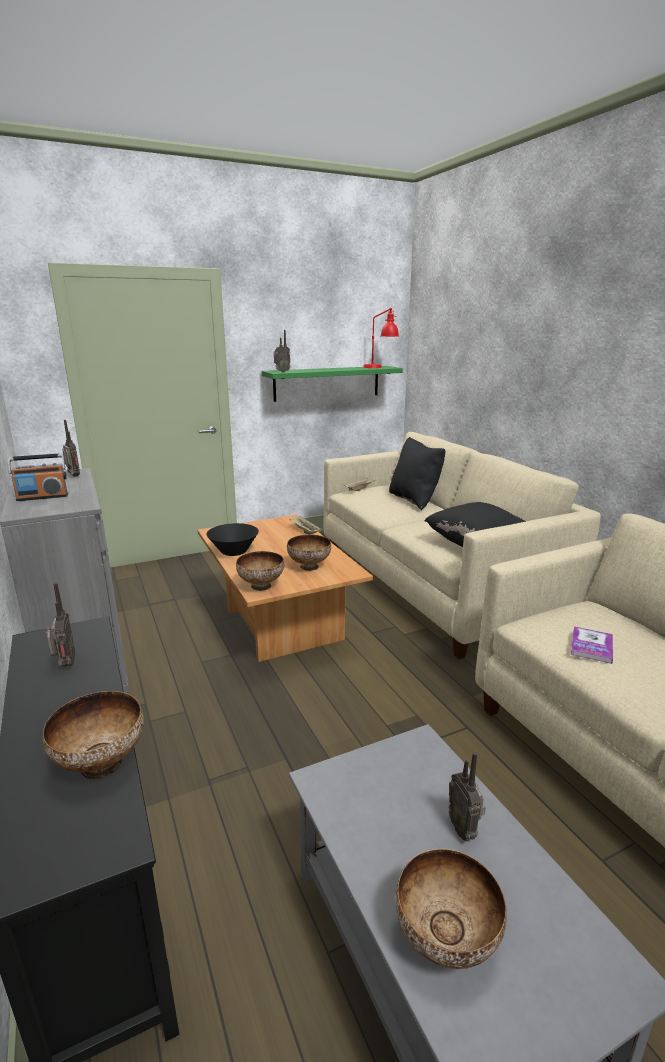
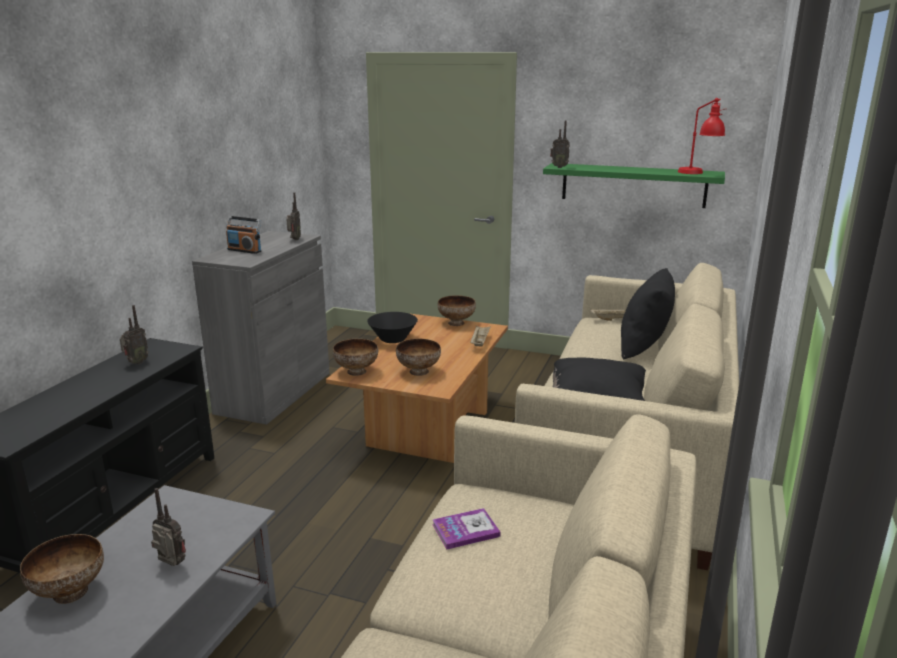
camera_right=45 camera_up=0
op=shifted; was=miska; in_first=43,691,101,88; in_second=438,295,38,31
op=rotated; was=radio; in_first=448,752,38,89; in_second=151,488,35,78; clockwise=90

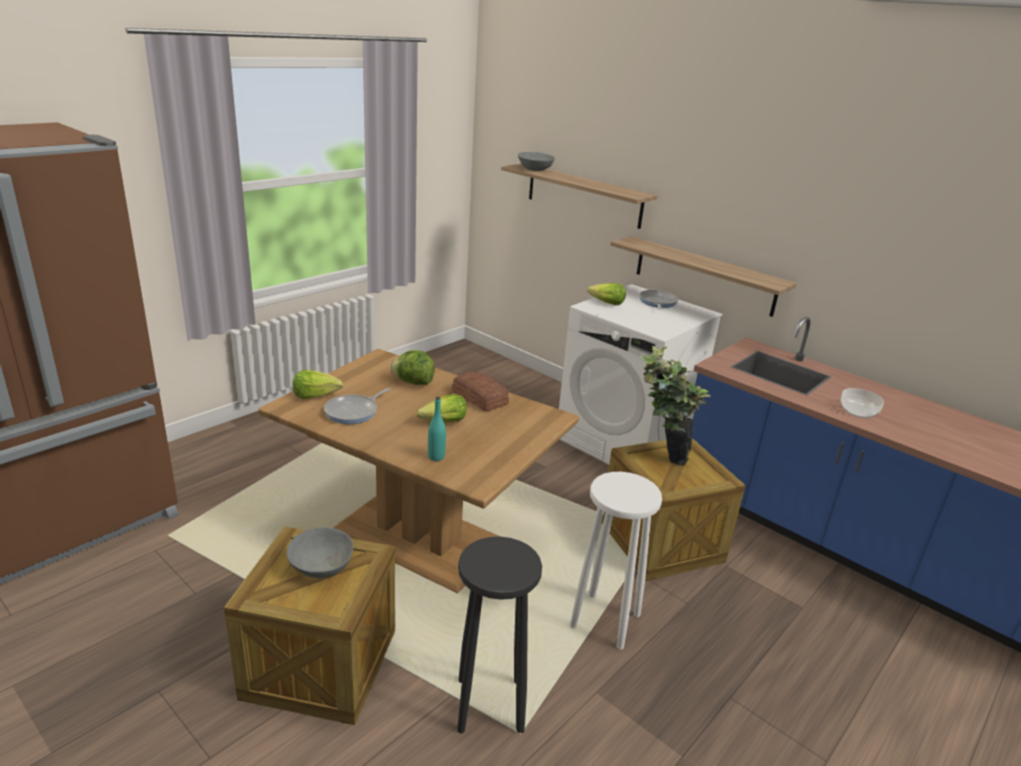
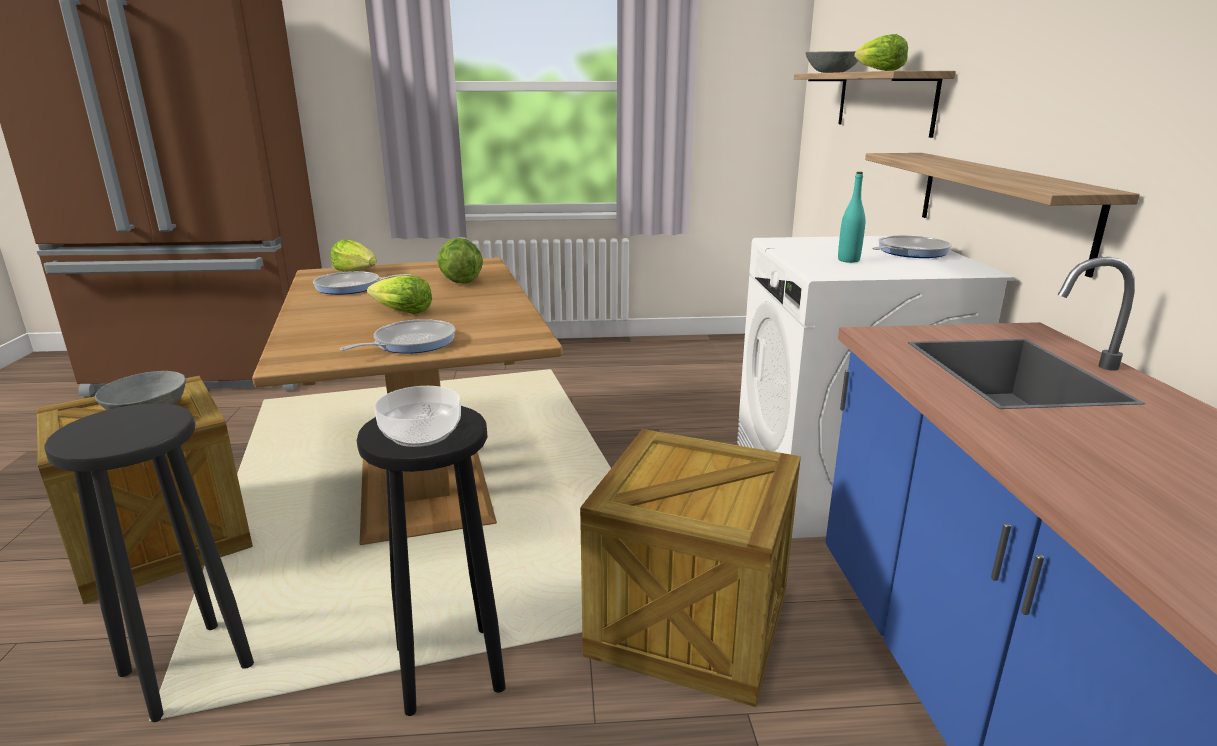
camera_right=45 camera_up=-5
op=gone; was=chleb; in_first=452,371,57,41
op=gone; was=roślina doniczkowa; in_first=641,346,70,120
op=new; now=patelnia; in_second=340,319,115,35
op=shifted; was=butelka (turkusowy); in_first=428,397,18,64; in_second=838,172,27,91
op=shifted; was=sałata; in_first=587,283,39,22; in_second=854,34,54,37
op=shifted; was=miska; in_first=840,388,44,30; in_second=374,386,87,61
op=repainted; was=stołek (biały); now=stołek (czarny); in_first=570,472,92,178; in_second=357,406,149,310

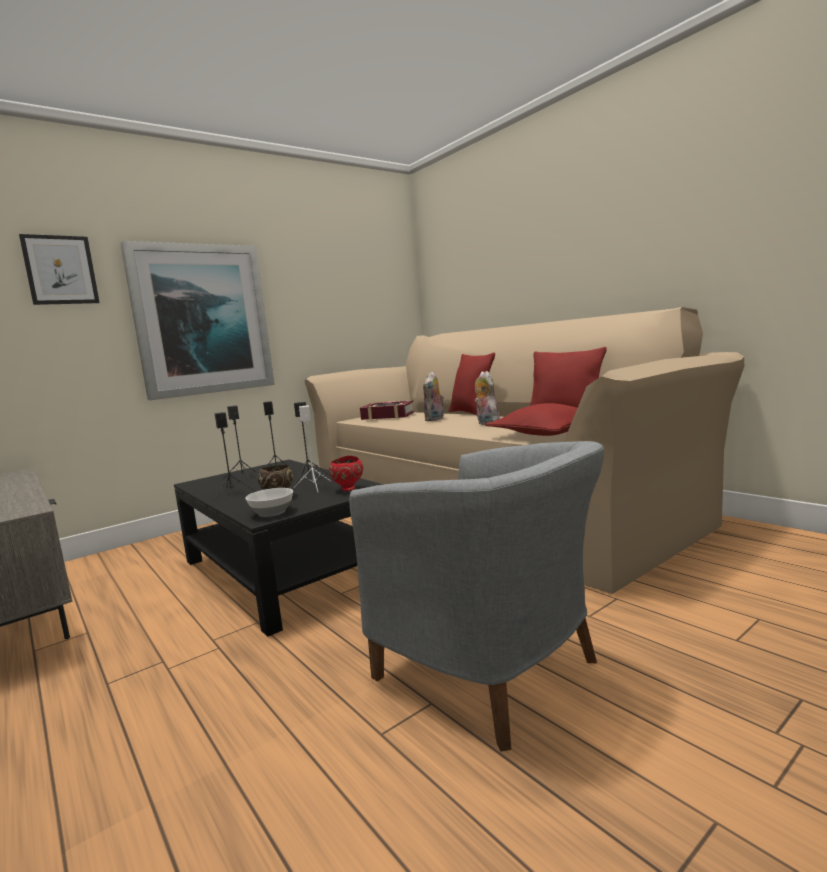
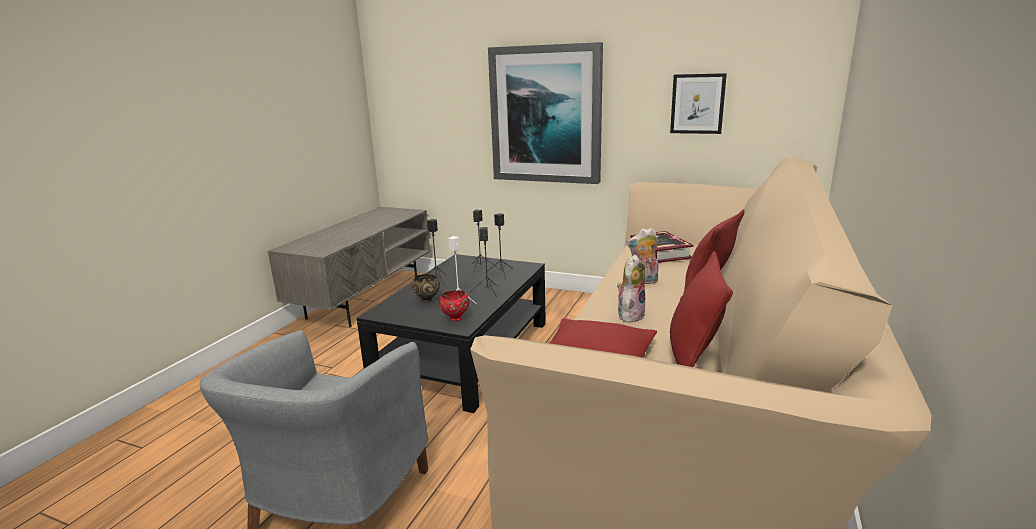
camera_right=60 camera_up=10
op=gone; was=miska; in_first=245,488,48,29
op=shifted; was=obraz; in_first=19,234,81,71; in_second=670,73,57,61

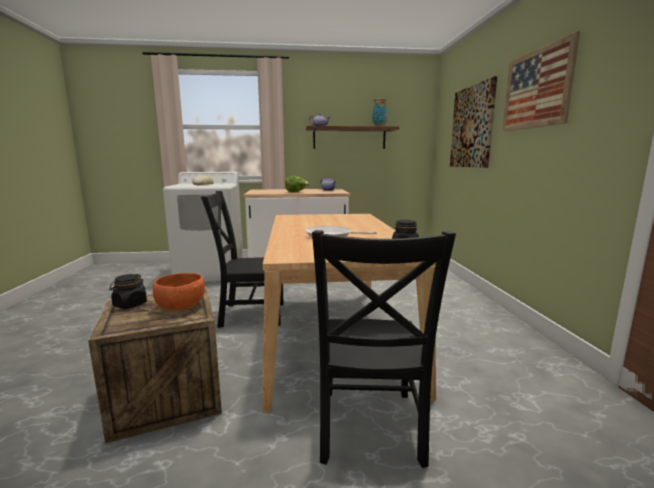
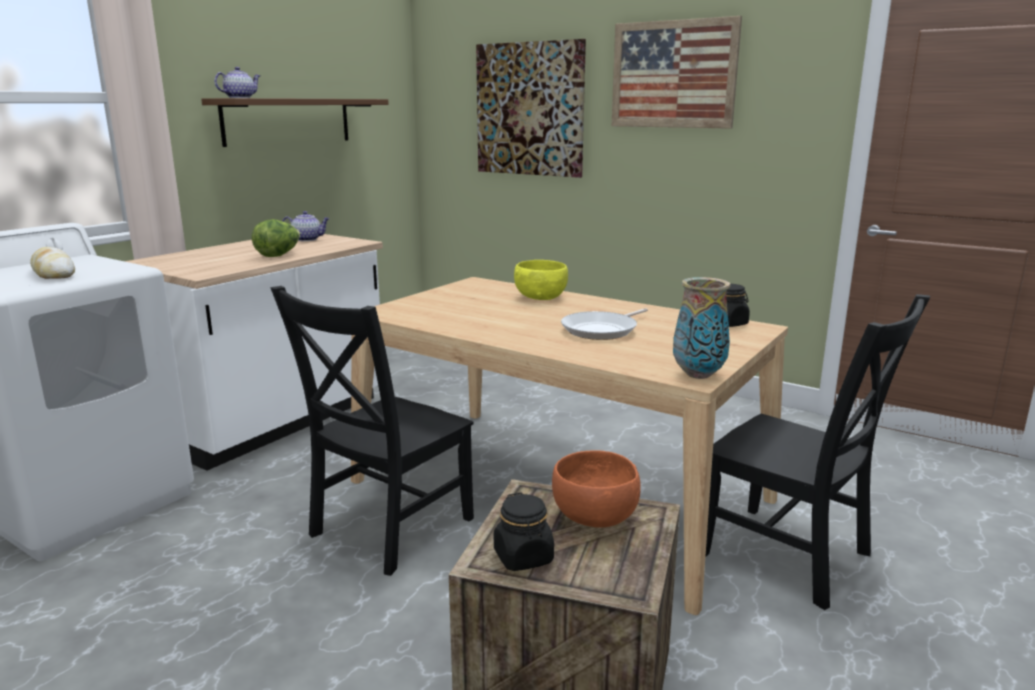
camera_right=-50 camera_up=5
op=new; now=miska (żółty); in_second=514,260,54,40
op=shifted; was=wazon; in_first=372,98,15,28; in_second=673,277,58,102

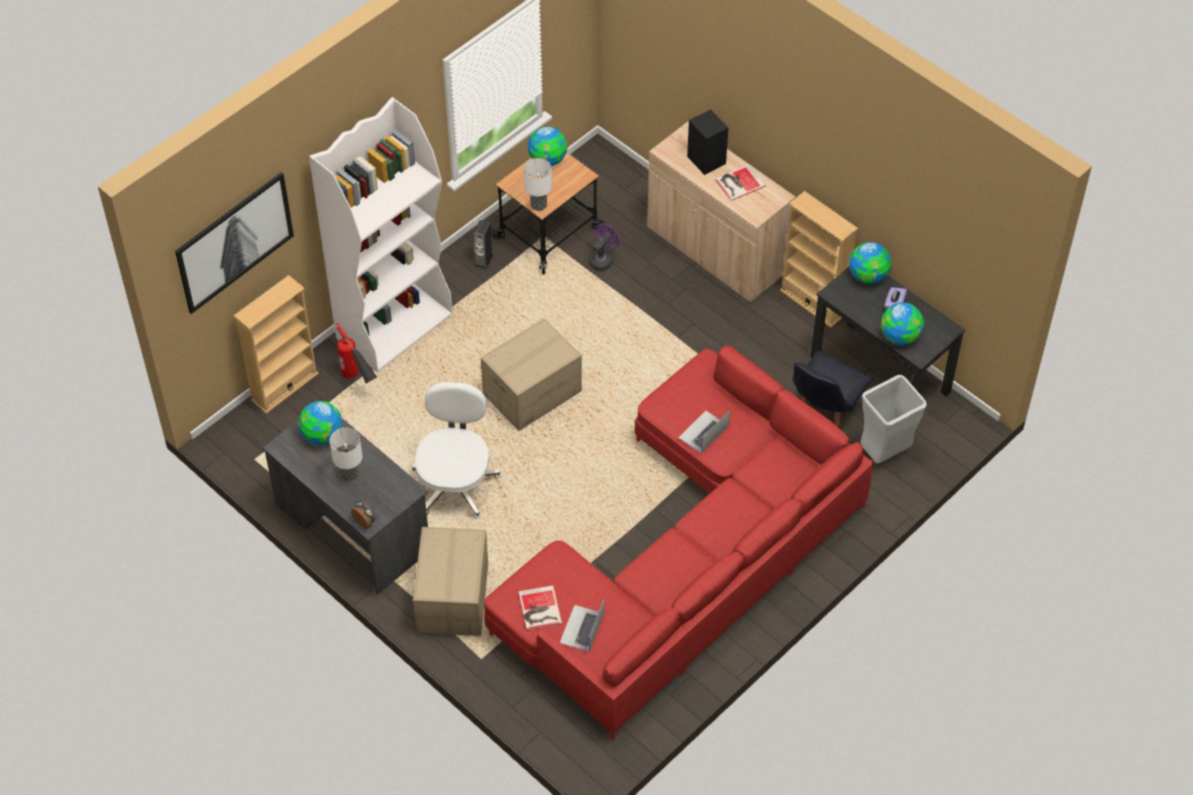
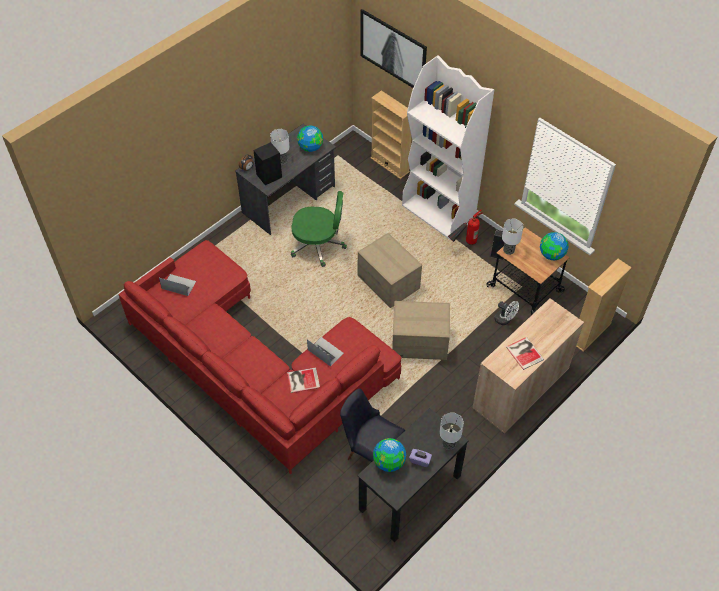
camera_right=90 camera_up=0
op=gone; was=kosz na śmieci (szary); in_first=860,375,67,88
op=shifted; was=gaśnica; in_first=336,323,41,61; in_second=448,209,35,36
op=shifted; was=karton; in_first=413,527,75,109; in_second=392,301,58,59
op=shifted; was=książka; in_first=519,585,43,45; in_second=287,368,33,25
op=shifted; was=głośnik (czarny); in_first=687,109,41,66; in_second=253,142,29,43
op=shifted; was=regał (beżowy); in_first=780,191,78,136; in_second=576,259,56,92
op=swapped; was=globus; now=lampa stołowa; in_first=849,242,42,42; in_second=439,413,25,37
op=repainted; was=krzesło biurowe (biały); now=krzesło biurowe (zielony); in_first=411,382,90,137; in_second=291,191,56,76
op=repainted; was=wentylator (fioletowy); now=wentylator (biały); in_first=589,223,32,48; in_second=494,301,25,24

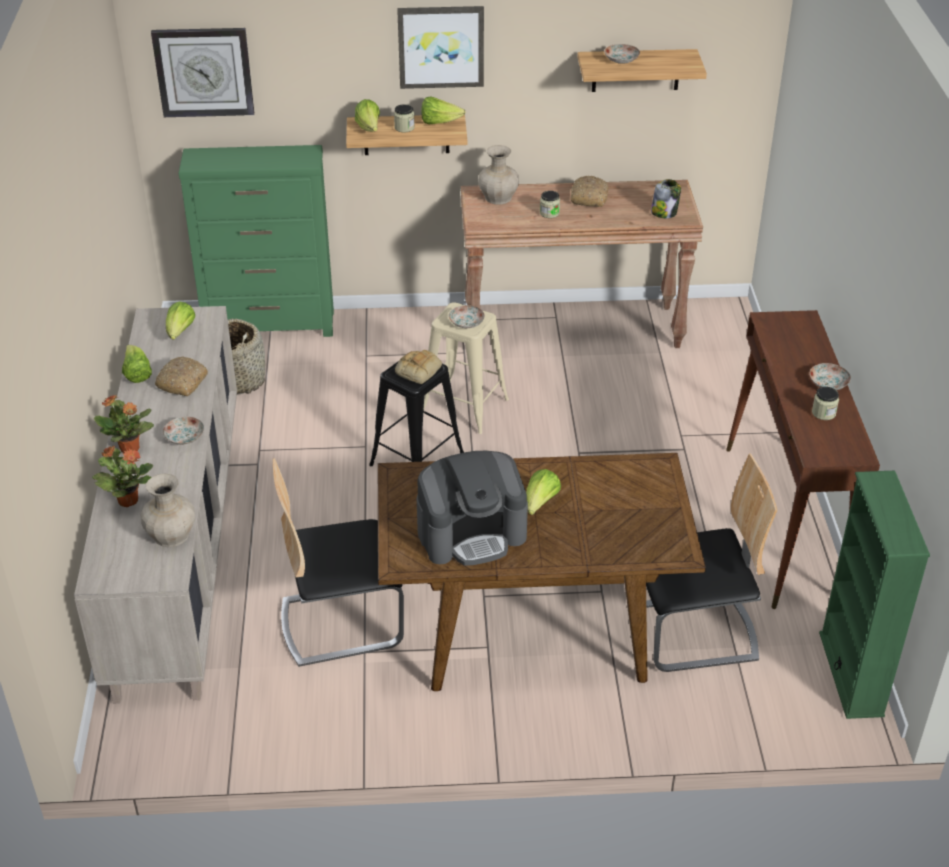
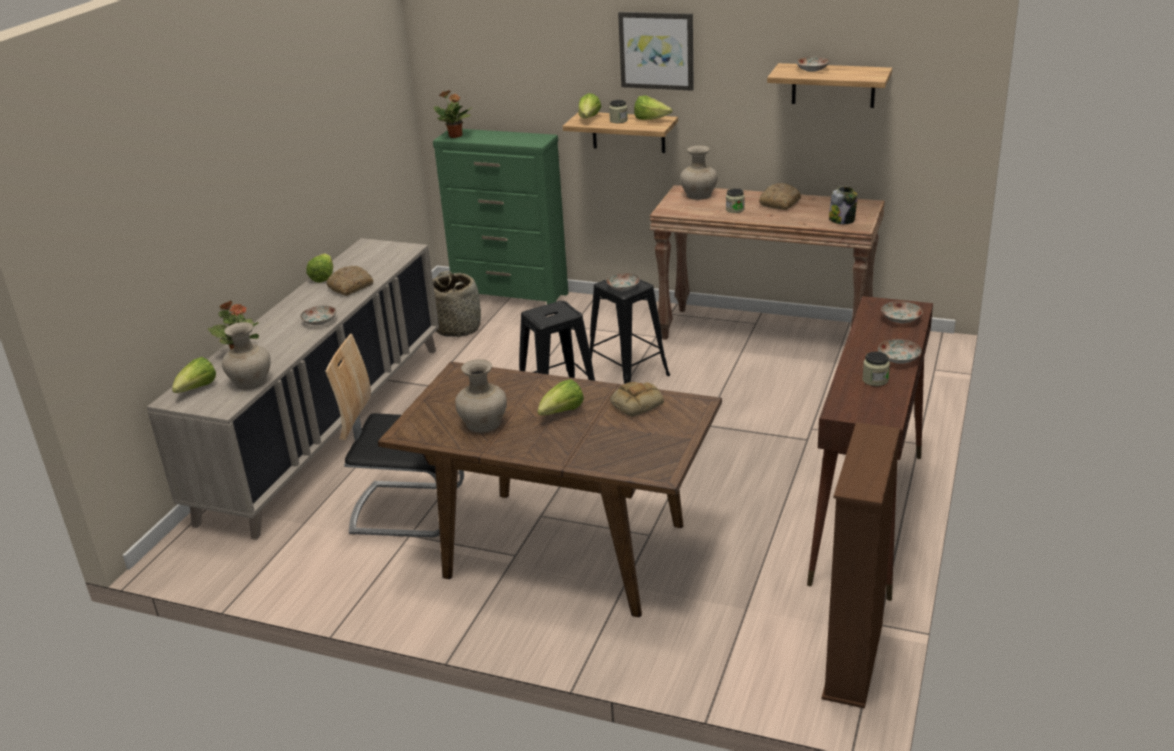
camera_right=25 camera_up=-10
op=gone; was=zegar ścienny; in_first=151,28,103,89
op=gone; was=krzesło; in_first=646,453,131,219
op=new; now=talerz; in_second=881,301,42,23
op=shifted; was=roślina doniczkowa; in_first=94,395,60,59; in_second=434,90,39,48
op=shifted; was=sałata; in_first=166,301,29,39; in_second=172,357,44,36
op=shifted; was=chleb; in_first=395,350,47,34; in_second=610,382,54,35
op=swapped; was=ekspres do kawy; now=wazon (beżowy); in_first=417,451,111,115; in_second=455,359,52,74
op=repainted; was=stołek (beżowy); now=stołek (czarny); in_first=424,302,85,132; in_second=589,279,81,105
op=repainted; was=regał (zielony); now=regał (brązowy); in_first=819,471,111,248; in_second=822,422,78,286

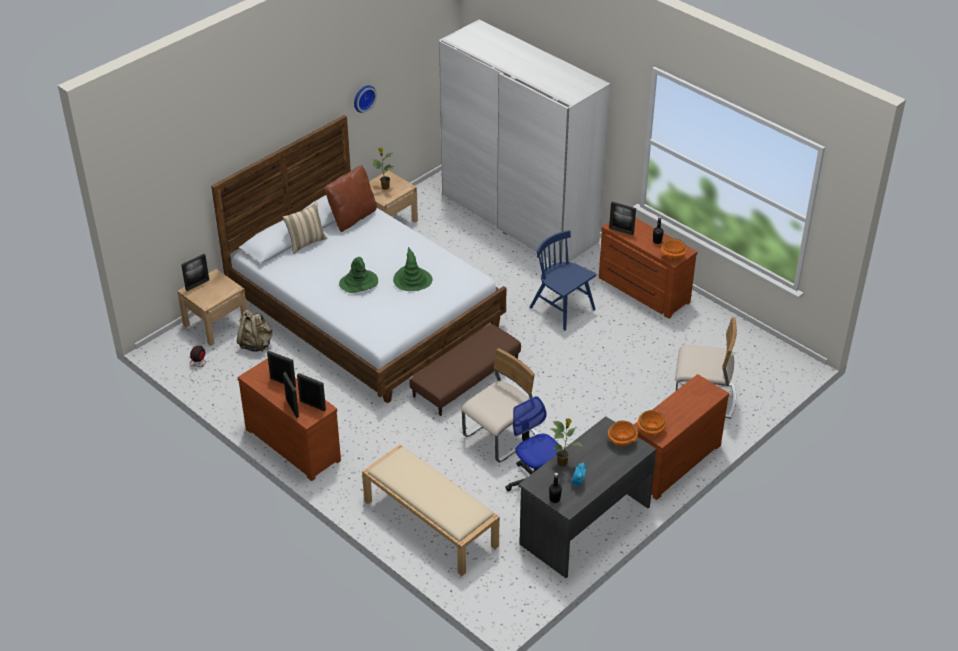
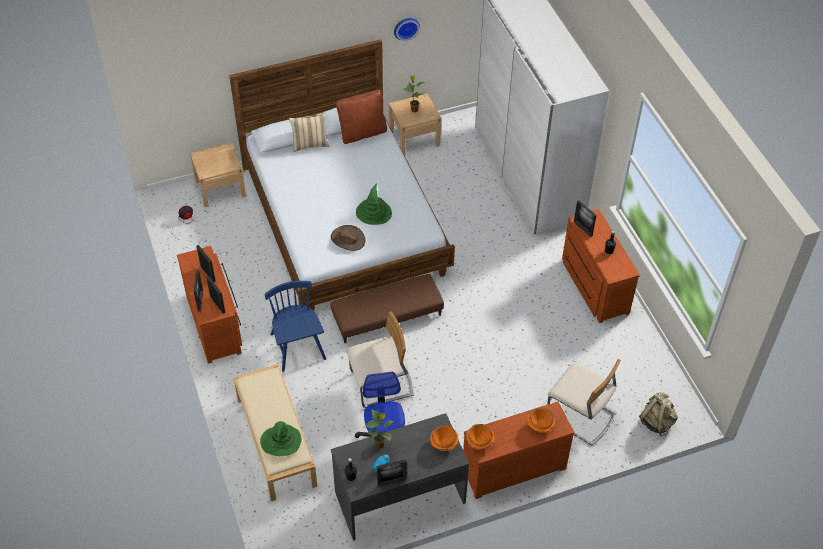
camera_right=25 camera_up=10
op=new; now=kapelusz (brązowy); in_second=331,225,34,26
op=shifted; was=ramka na zdjęcie; in_first=181,254,28,37; in_second=377,459,30,28
op=shifted; was=plecak (beżowy); in_first=237,310,36,42; in_second=639,392,39,44
op=shifted; was=kapelusz (zielony); in_first=339,257,39,36; in_second=260,421,42,35
op=shifted; was=krzesło (niebieski); in_first=530,230,66,101; in_second=265,281,61,91
op=shifted; was=miska (pomarańczowy); in_first=661,239,26,21; in_second=527,408,28,25

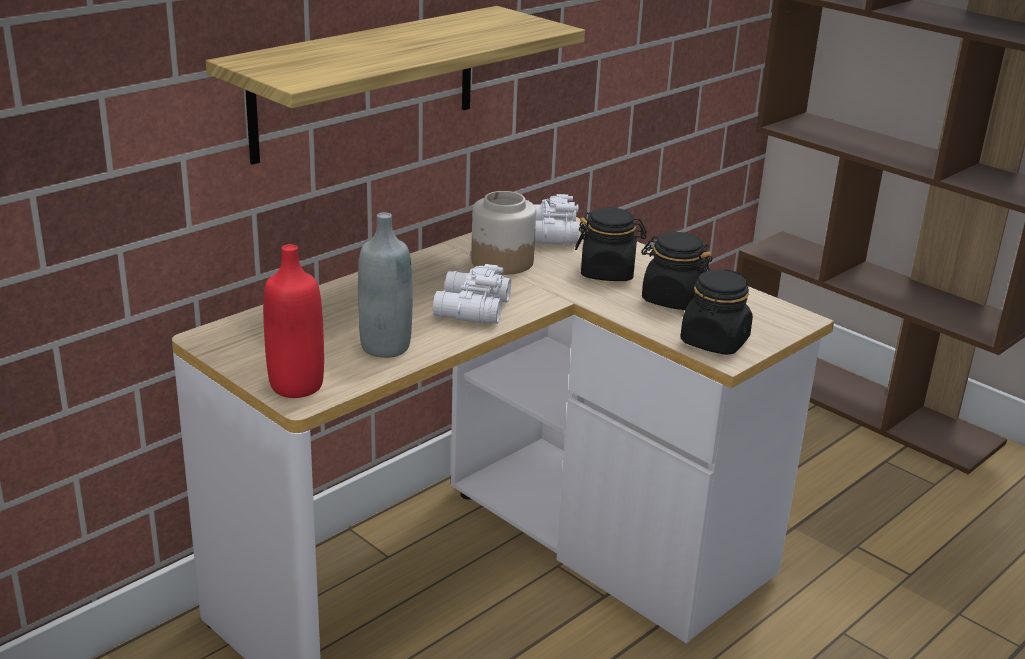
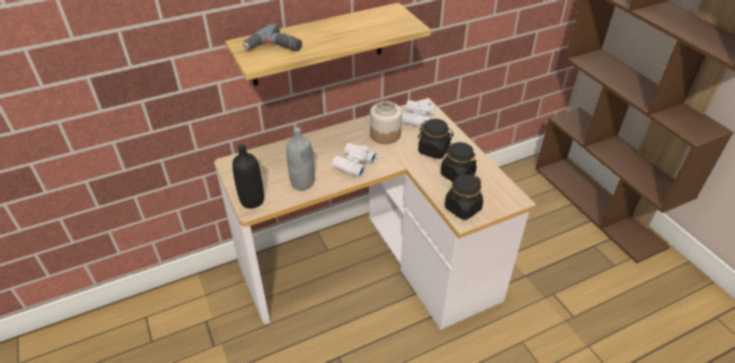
camera_right=20 camera_up=15
op=new; now=wiertarka; in_second=243,23,59,28
op=repainted; was=butelka (czerwony); now=butelka (czarny); in_first=263,244,61,154; in_second=232,144,32,65

